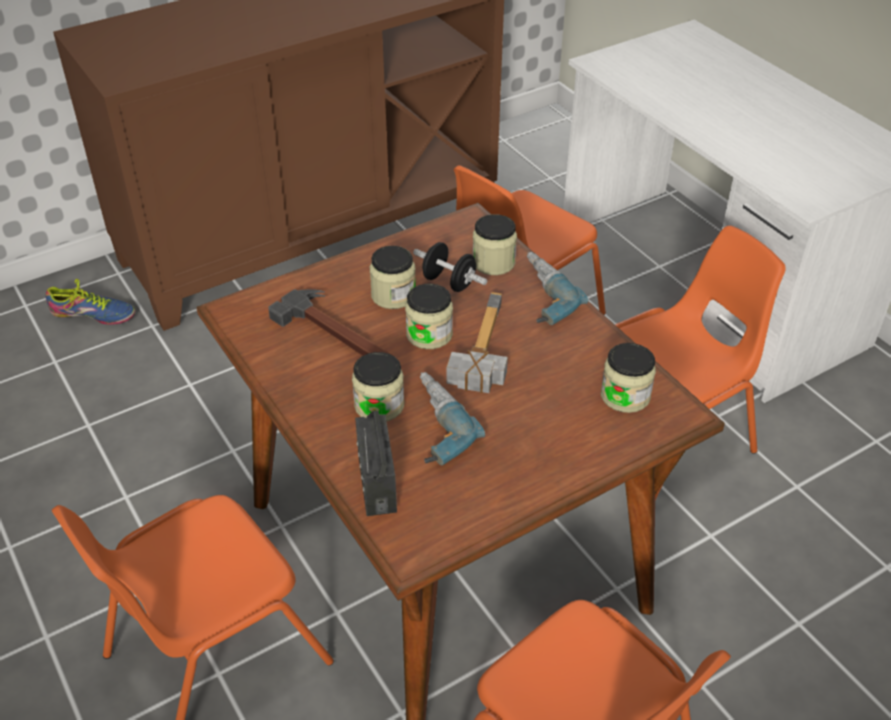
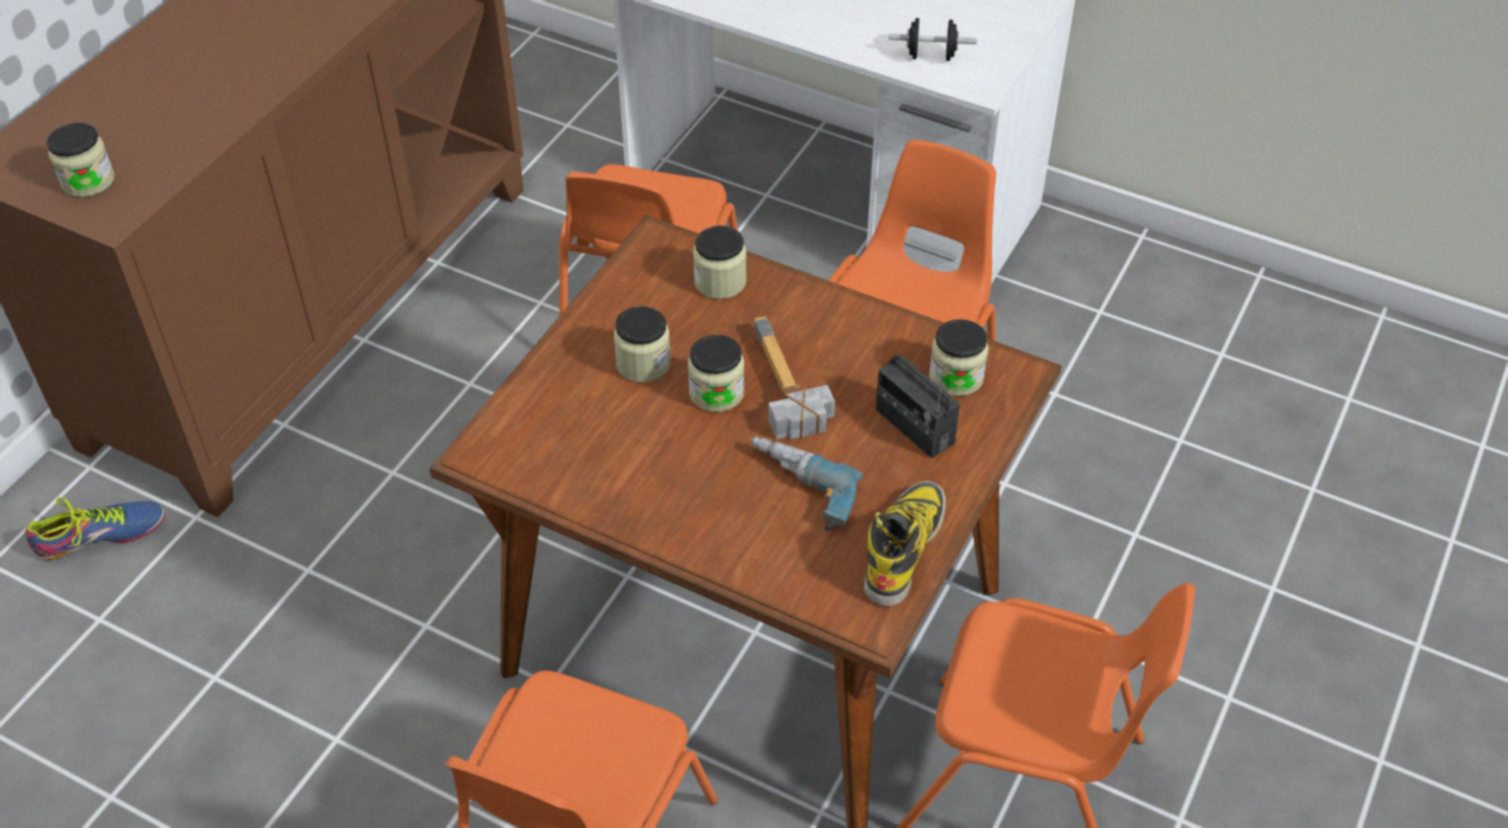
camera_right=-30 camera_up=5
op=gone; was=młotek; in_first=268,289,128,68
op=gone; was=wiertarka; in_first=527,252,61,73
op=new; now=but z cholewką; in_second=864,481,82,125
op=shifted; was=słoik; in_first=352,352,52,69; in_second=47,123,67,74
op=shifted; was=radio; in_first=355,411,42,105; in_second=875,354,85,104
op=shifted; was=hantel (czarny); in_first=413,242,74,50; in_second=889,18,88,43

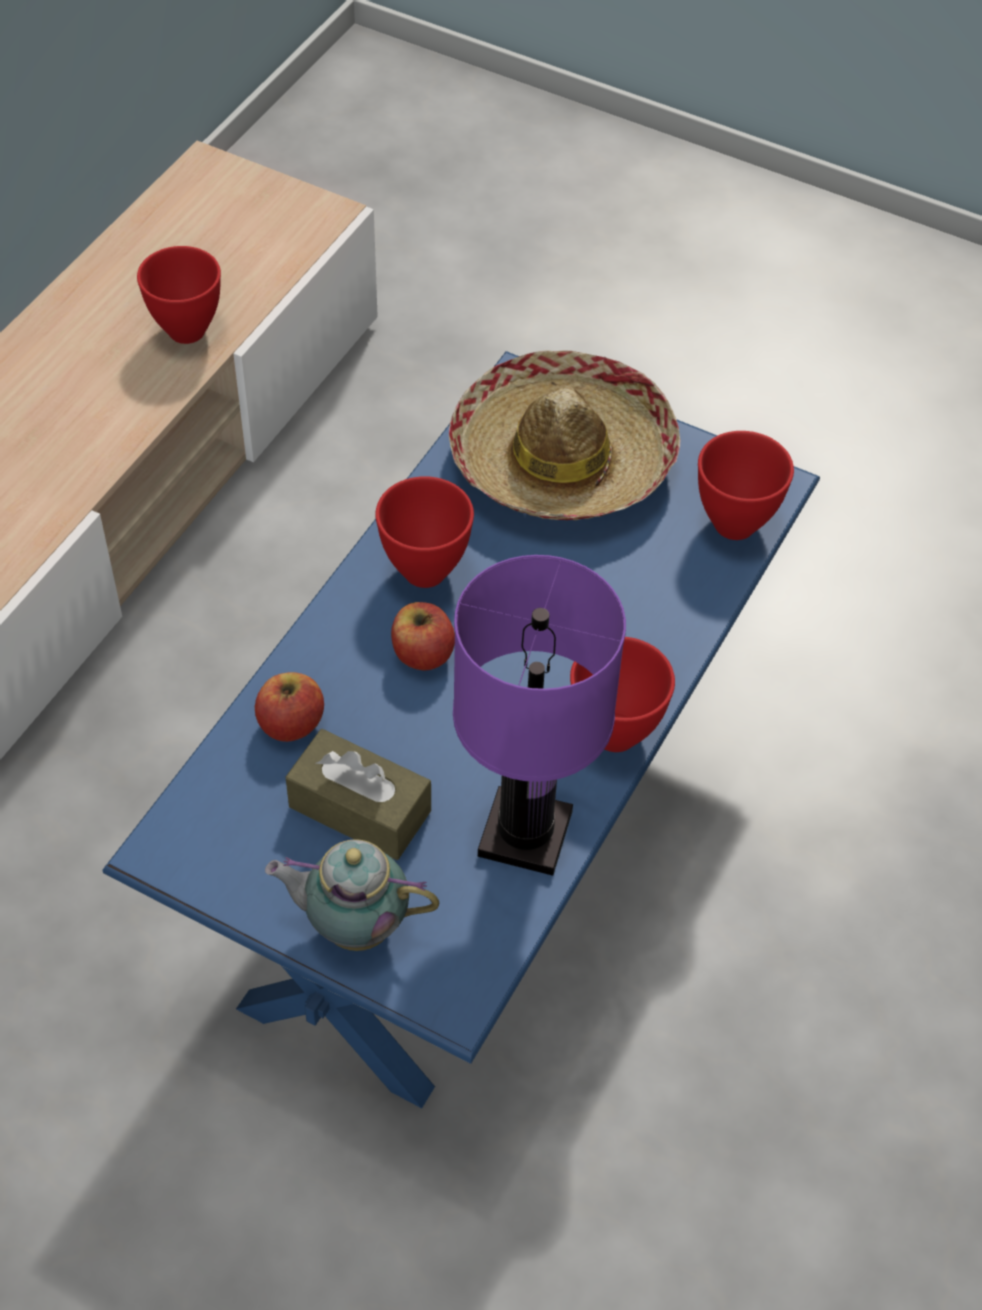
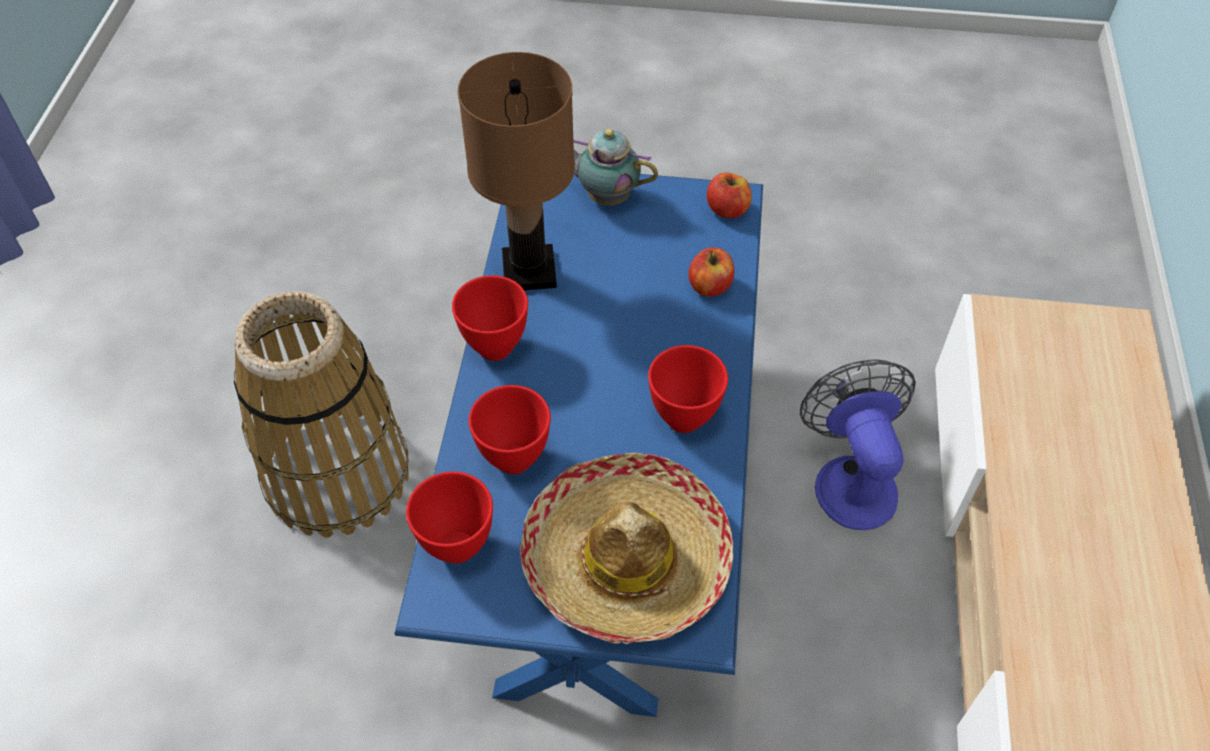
camera_right=160 camera_up=0
op=gone; was=pudełko chusteczek (brązowy); in_first=286,729,145,131
op=new; now=koszyk; in_second=234,291,175,247
op=new; now=wentylator; in_second=800,359,116,171
op=shifted; was=miska (czerwony); in_first=137,246,84,98; in_second=468,385,83,89
op=shifted; was=jabłko; in_first=391,602,64,69; in_second=707,172,45,46
op=repainted; was=lampa stołowa (fioletowy); now=lampa stołowa (brązowy); in_first=453,555,173,321; in_second=458,52,117,238
op=rotated; was=imbryk; in_first=265,839,174,112; in_second=573,129,85,76; clockwise=-150

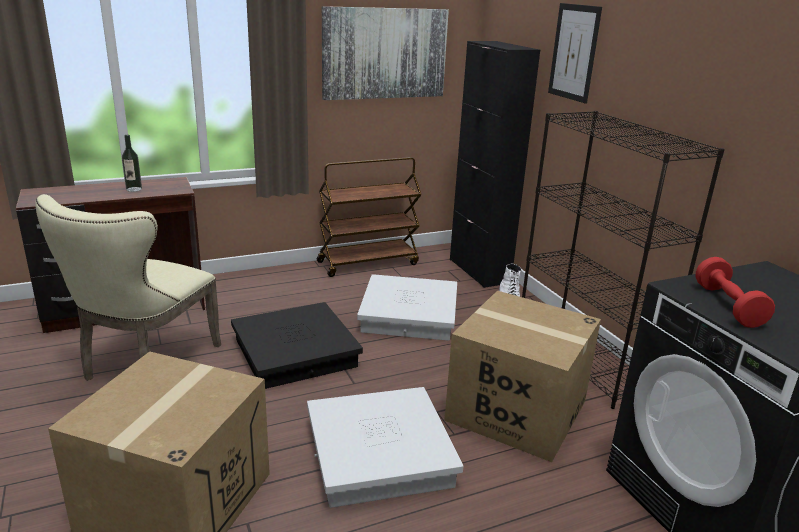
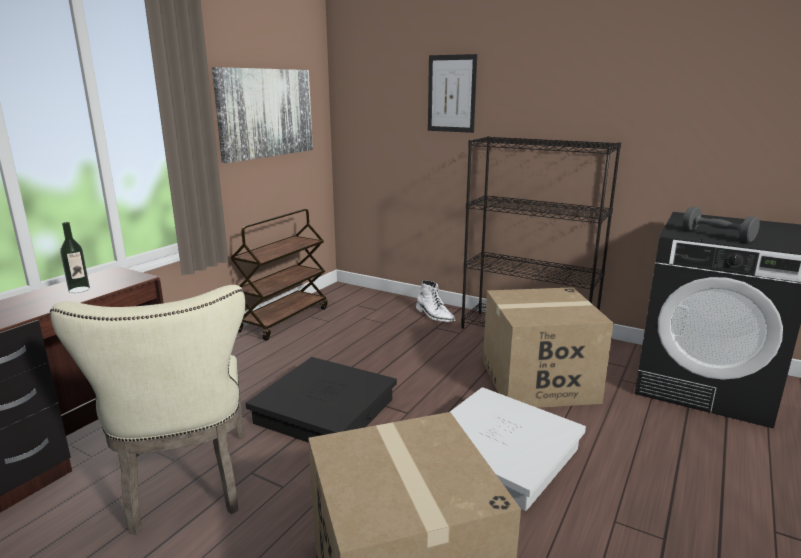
camera_right=-35 camera_up=-5
op=gone; was=pojemnik do przechowywania (biały); in_first=357,274,100,67
op=gone; was=szafka (czarny); in_first=450,41,90,247
op=repainted; was=hantel (czerwony); now=hantel (szary); in_first=696,257,79,71; in_second=682,207,78,35

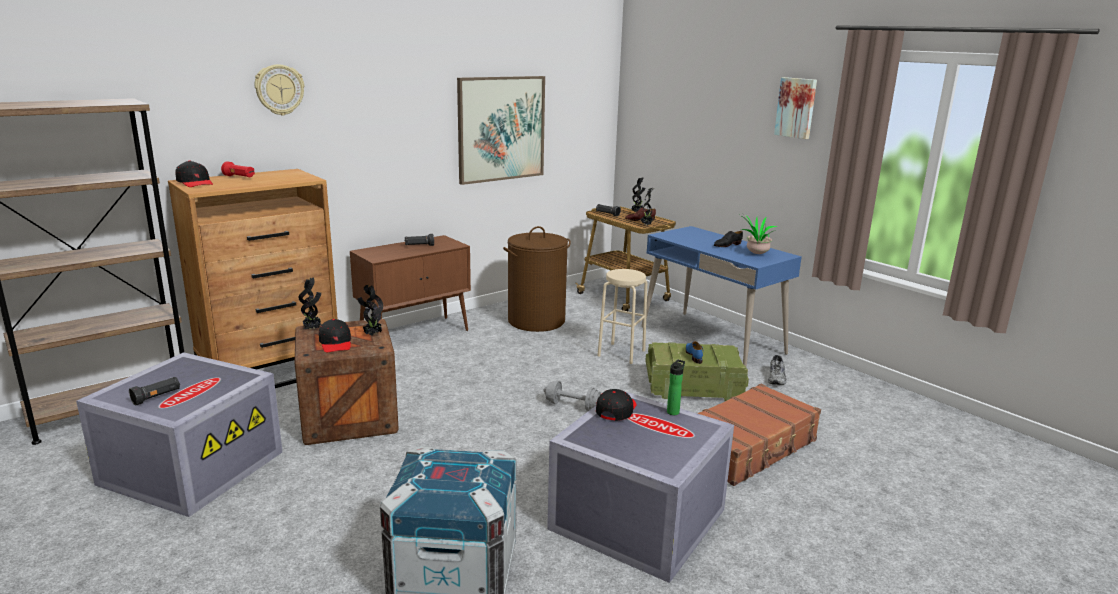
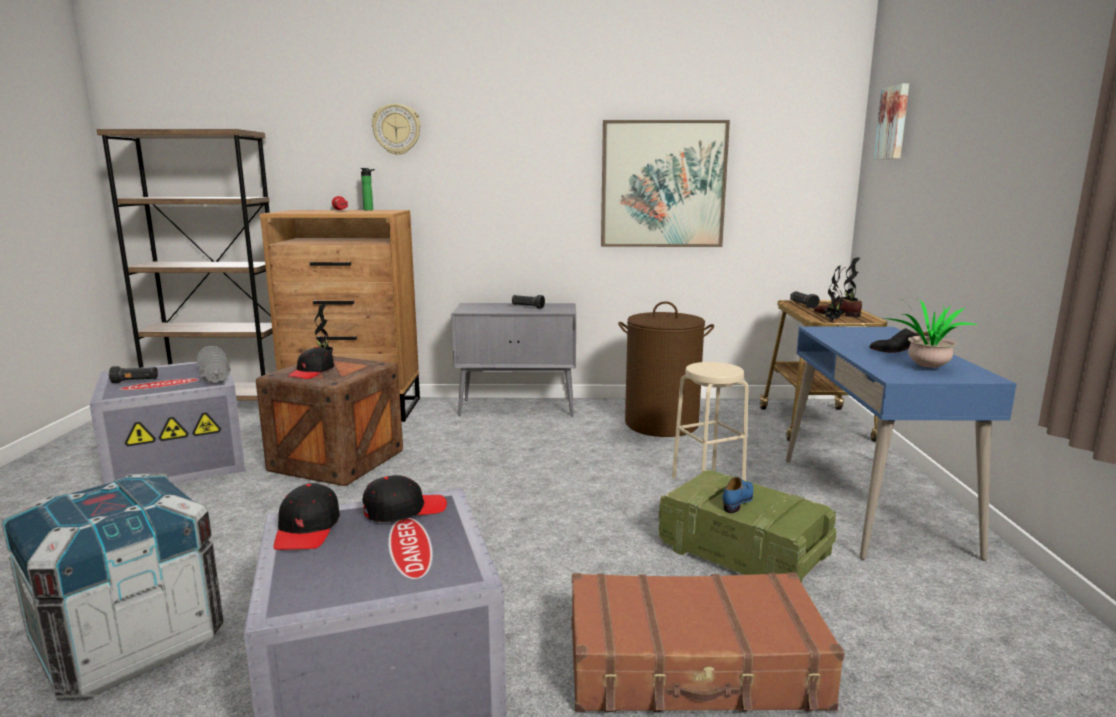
camera_right=40 camera_up=-5
op=gone; was=roślina doniczkowa; in_first=358,285,25,51
op=gone; was=but (szary); in_first=768,355,19,30
op=shifted; was=czapka z daszkiem (czarny); in_first=176,161,37,26; in_second=274,483,66,67
op=shifted; was=hantel (szary); in_first=543,380,58,31; in_second=197,346,33,37
op=shifted; was=butelka; in_first=667,360,18,55; in_second=360,168,15,43
op=shifted; was=obraz; in_first=774,77,43,62; in_second=874,83,35,77
op=repainted; was=szafka (brązowy); now=szafka (szary); in_first=350,235,121,96; in_second=452,303,124,114

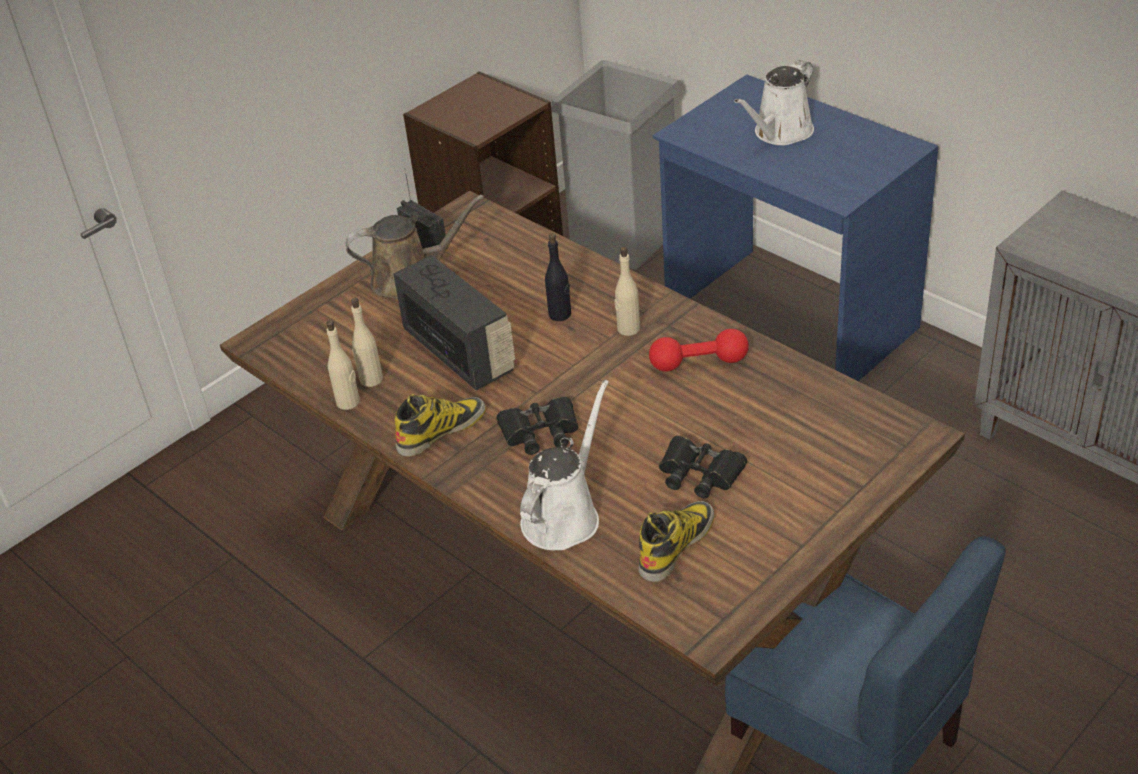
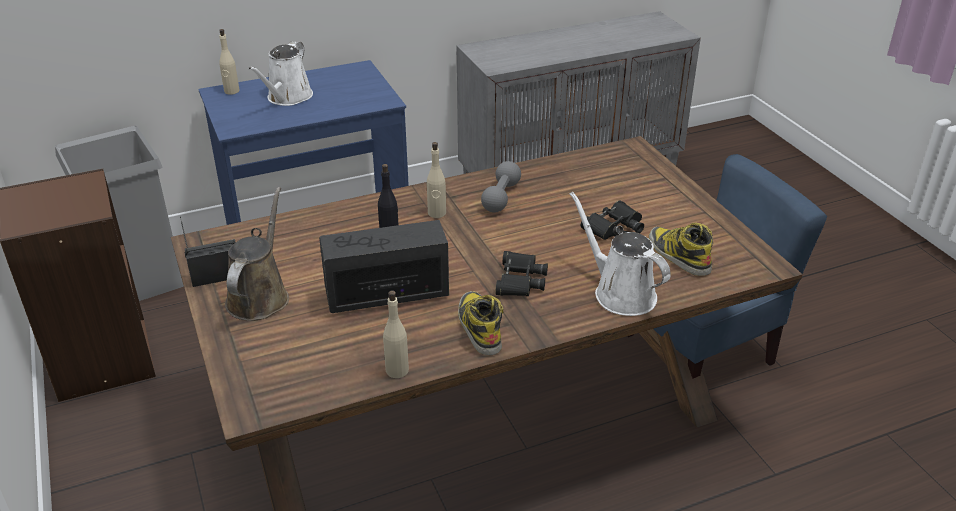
camera_right=-70 camera_up=-5
op=shifted; was=butelka (beżowy); in_first=351,298,32,89; in_second=219,29,21,66
op=repainted; was=hantel (czerwony); now=hantel (szary); in_first=649,329,100,42; in_second=481,161,40,52
op=rotated; was=konewka (biały); in_first=734,60,80,85; in_second=248,41,65,65; clockwise=45

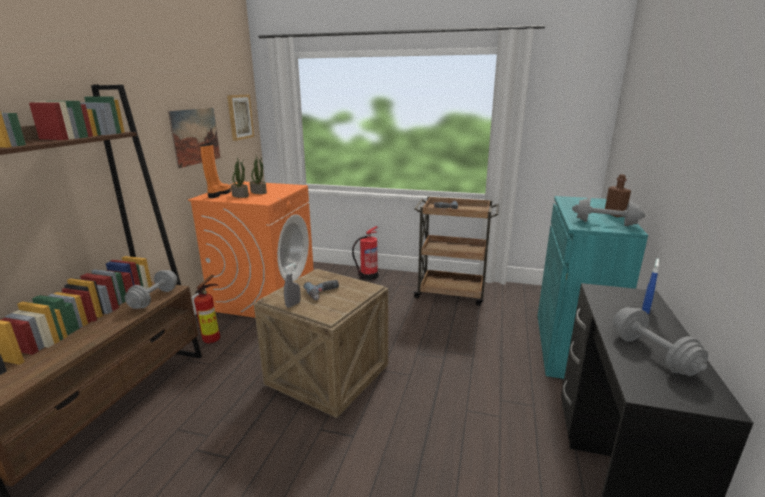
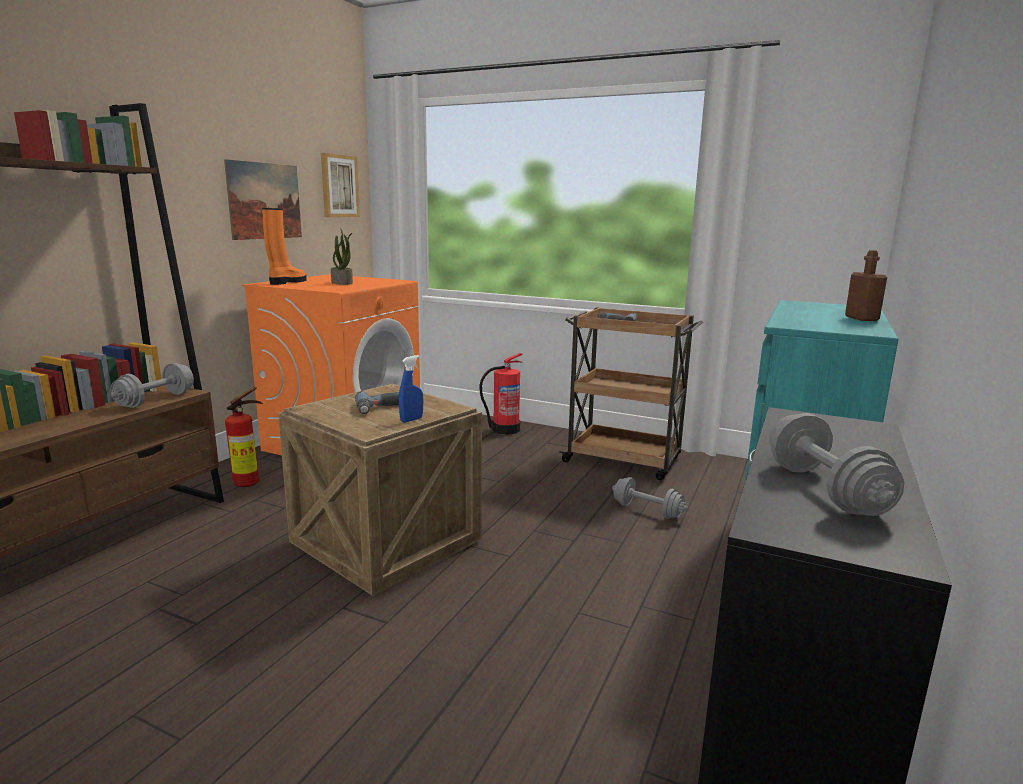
camera_right=10 camera_up=-5
op=gone; was=roślina doniczkowa; in_first=231,158,18,40
op=gone; was=spryskiwacz (szary); in_first=284,263,17,45
op=shifted; was=hantel (szary); in_first=572,198,73,28; in_second=612,477,76,42
op=shifted; was=spryskiwacz (niebieski); in_first=642,258,17,56; in_second=399,355,24,68

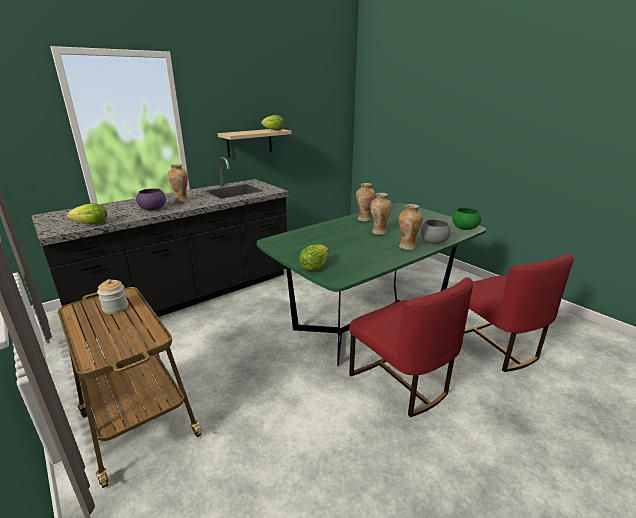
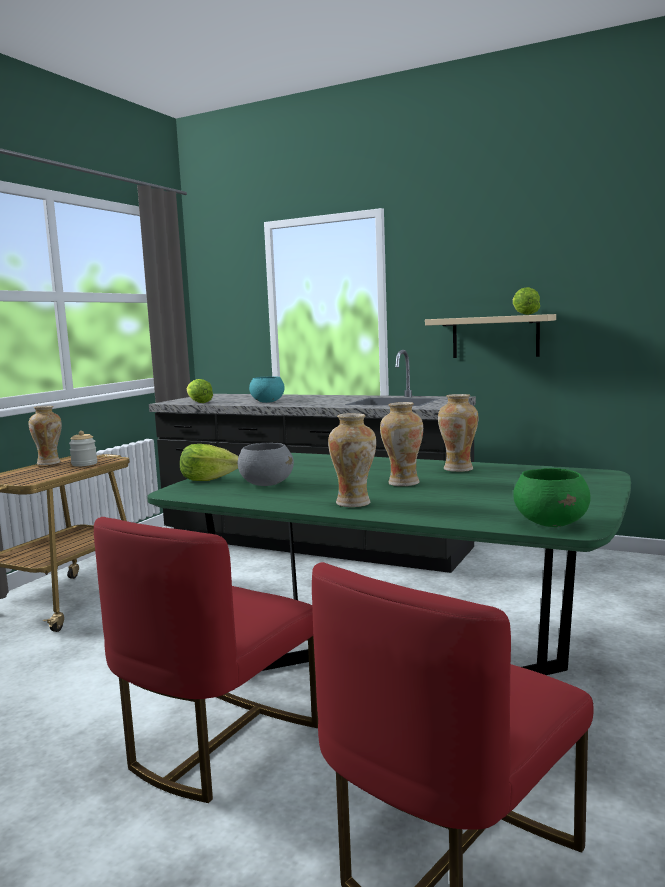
camera_right=65 camera_up=-15
op=shifted; was=wazon; in_first=167,164,22,39; in_second=28,406,34,59
op=shifted; was=miska (szary); in_first=421,219,30,25; in_second=237,443,57,43
op=repainted; was=miska (fioletowy); now=miska (turkusowy); in_first=136,188,30,23; in_second=249,376,36,27

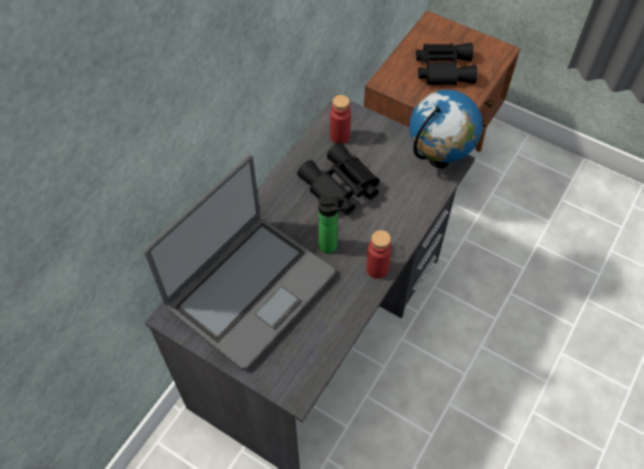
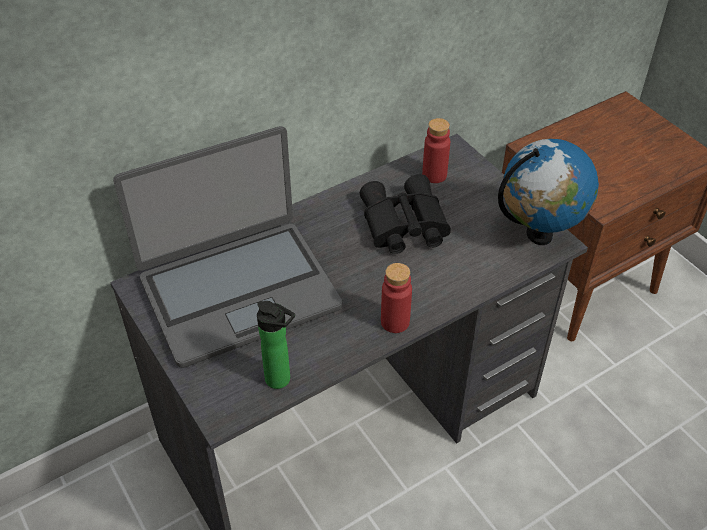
camera_right=25 camera_up=-10
op=gone; was=lornetka (czarny); in_first=416,43,61,42
op=shifted; was=butelka; in_first=318,195,29,59; in_second=257,301,38,88

